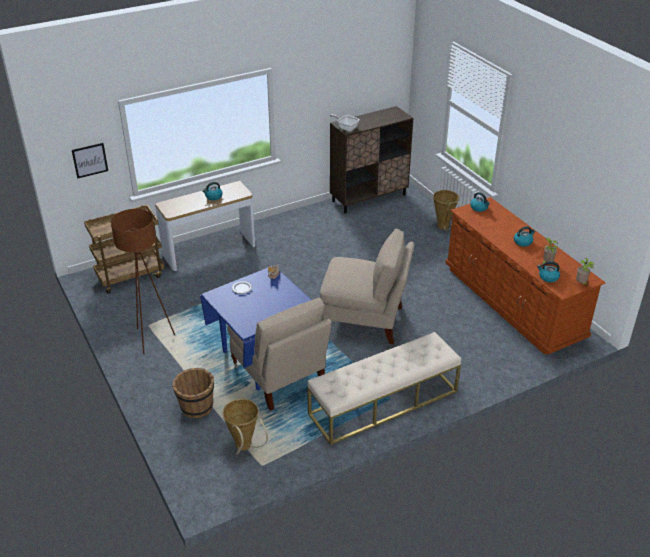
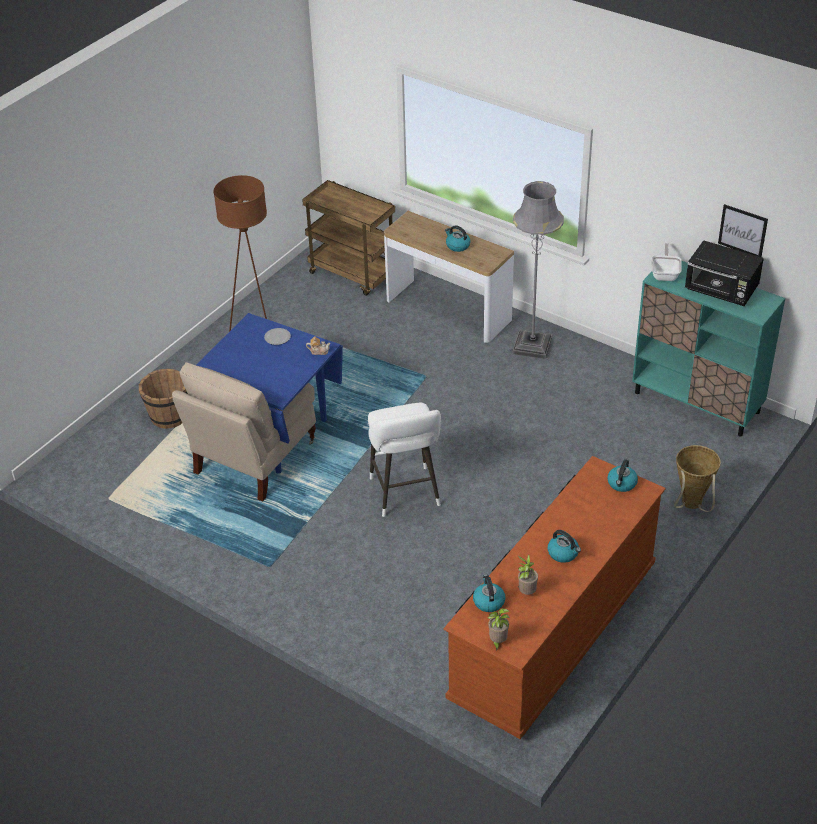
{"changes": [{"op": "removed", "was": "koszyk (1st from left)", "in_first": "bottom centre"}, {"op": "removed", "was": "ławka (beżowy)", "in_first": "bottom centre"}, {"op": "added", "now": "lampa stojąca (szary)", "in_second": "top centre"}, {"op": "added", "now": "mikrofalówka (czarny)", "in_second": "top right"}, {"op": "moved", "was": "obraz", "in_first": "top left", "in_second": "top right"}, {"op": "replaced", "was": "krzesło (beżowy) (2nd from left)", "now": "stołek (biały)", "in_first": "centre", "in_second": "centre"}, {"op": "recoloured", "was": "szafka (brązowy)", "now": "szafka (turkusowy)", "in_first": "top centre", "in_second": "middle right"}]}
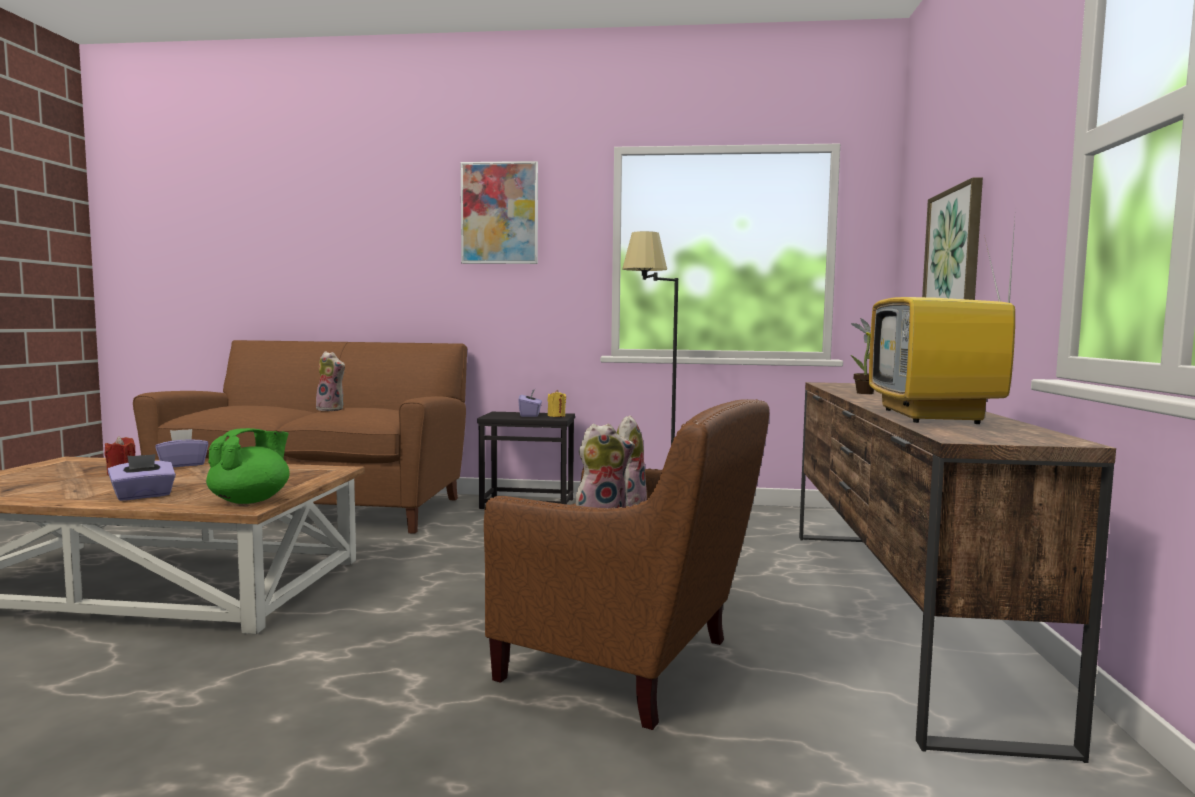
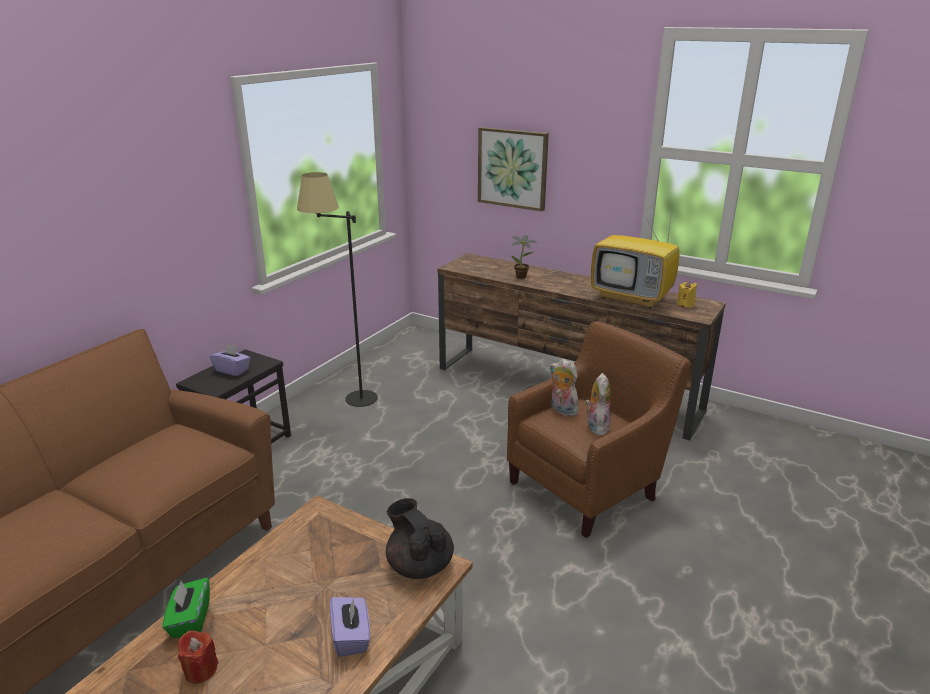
{"changes": [{"op": "removed", "was": "pluszak (1st from left)", "in_first": "middle left"}, {"op": "removed", "was": "obraz (1st from left)", "in_first": "top centre"}, {"op": "moved", "was": "świeca (żółty)", "in_first": "centre", "in_second": "middle right"}, {"op": "recoloured", "was": "pudełko chusteczek (fioletowy) (2nd from left)", "now": "pudełko chusteczek (zielony)", "in_first": "middle left", "in_second": "bottom left"}, {"op": "recoloured", "was": "imbryk (zielony)", "now": "imbryk (czarny)", "in_first": "middle left", "in_second": "bottom centre"}]}
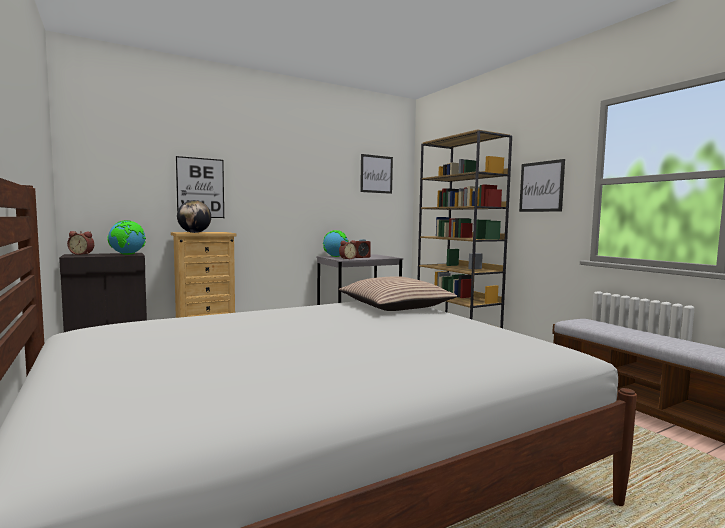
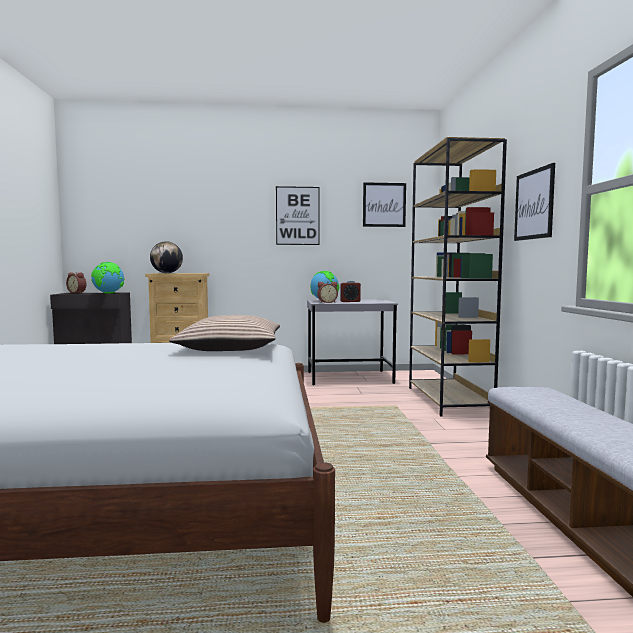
{"changes": [{"op": "moved", "was": "obraz (1st from left)", "in_first": "middle left", "in_second": "centre"}]}
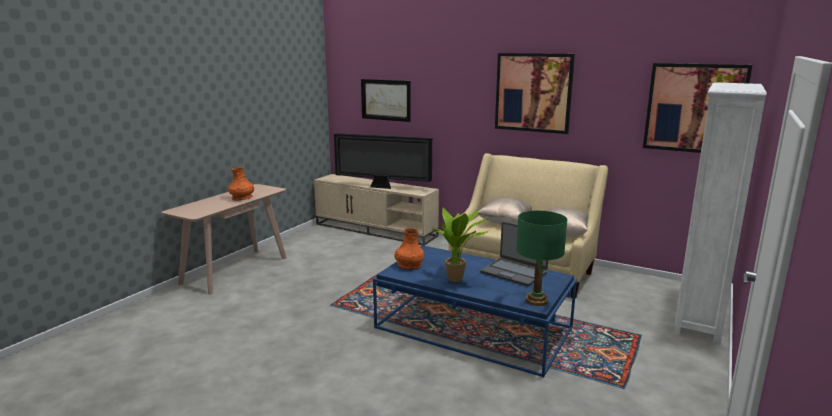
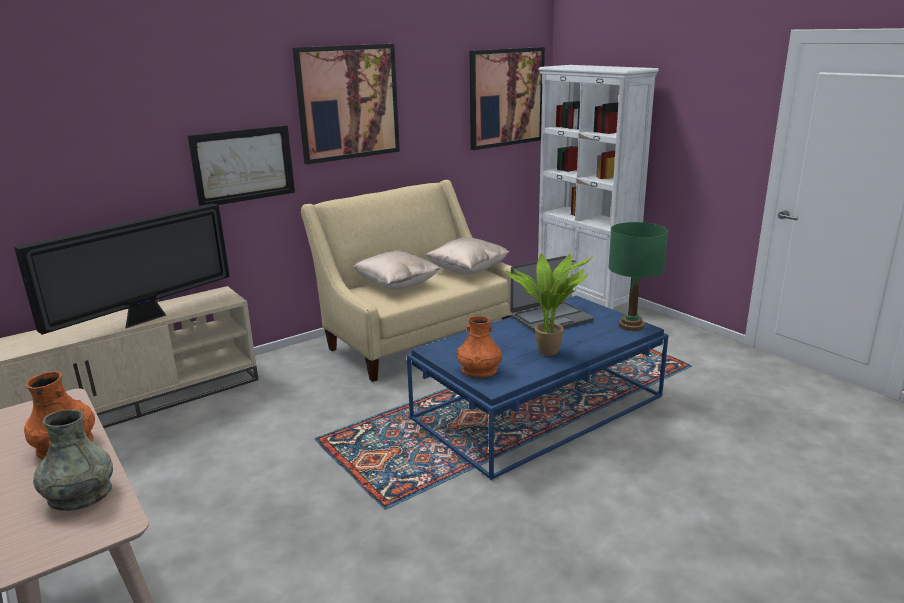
{"changes": [{"op": "added", "now": "wazon (szary)", "in_second": "bottom left"}, {"op": "moved", "was": "obraz (1st from left)", "in_first": "top centre", "in_second": "top left"}]}
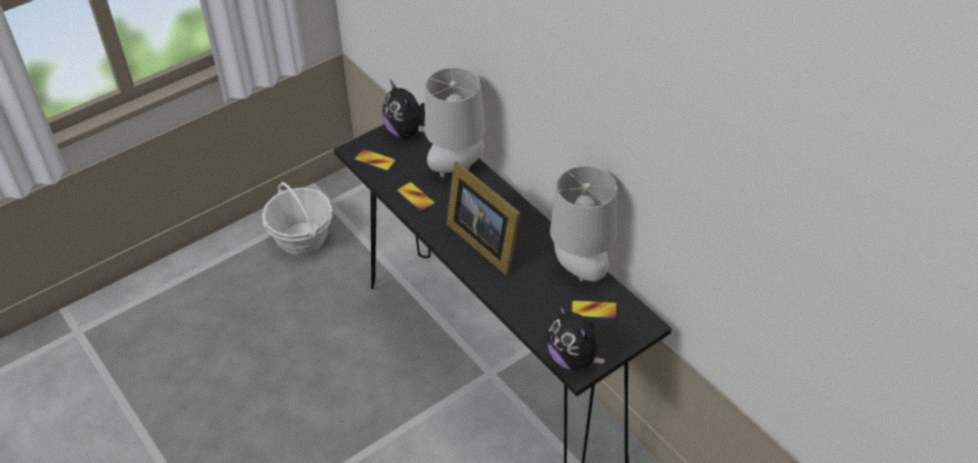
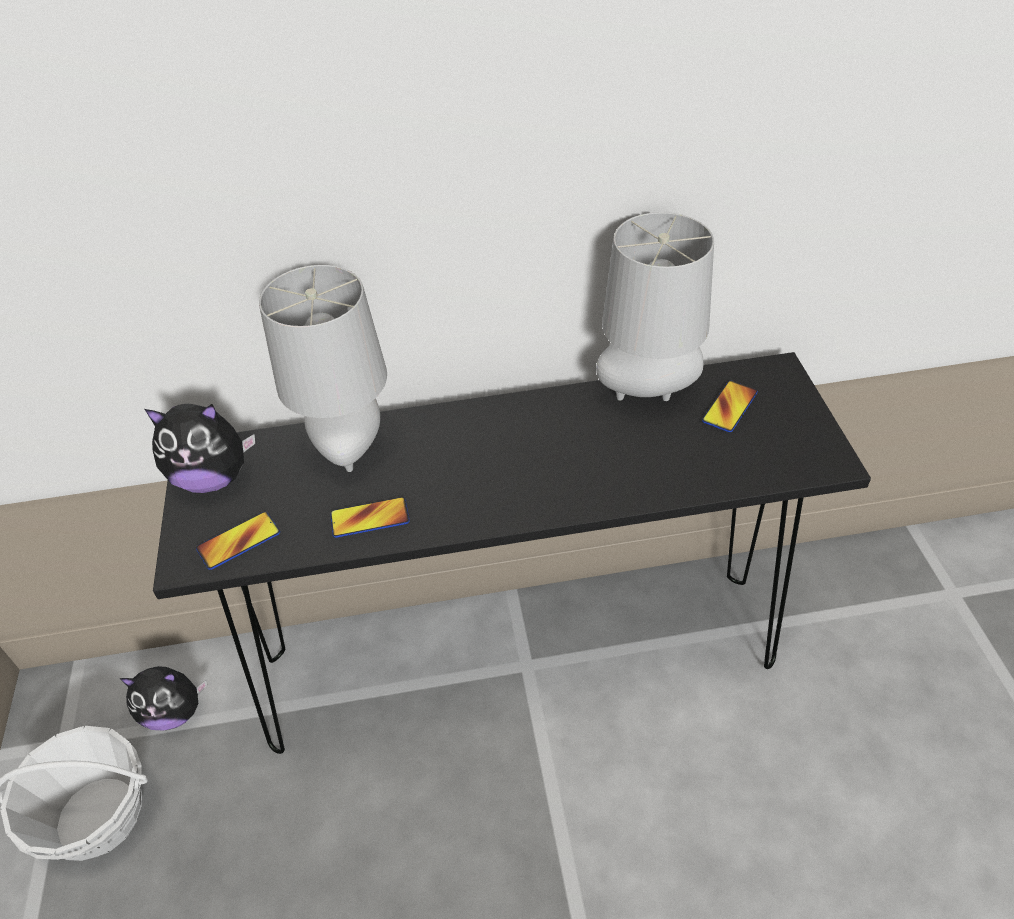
{"changes": [{"op": "removed", "was": "ramka na zdjęcie", "in_first": "centre"}, {"op": "moved", "was": "pluszak (2nd from left in the first image)", "now": "pluszak (1st from left)", "in_first": "bottom centre", "in_second": "bottom left"}]}
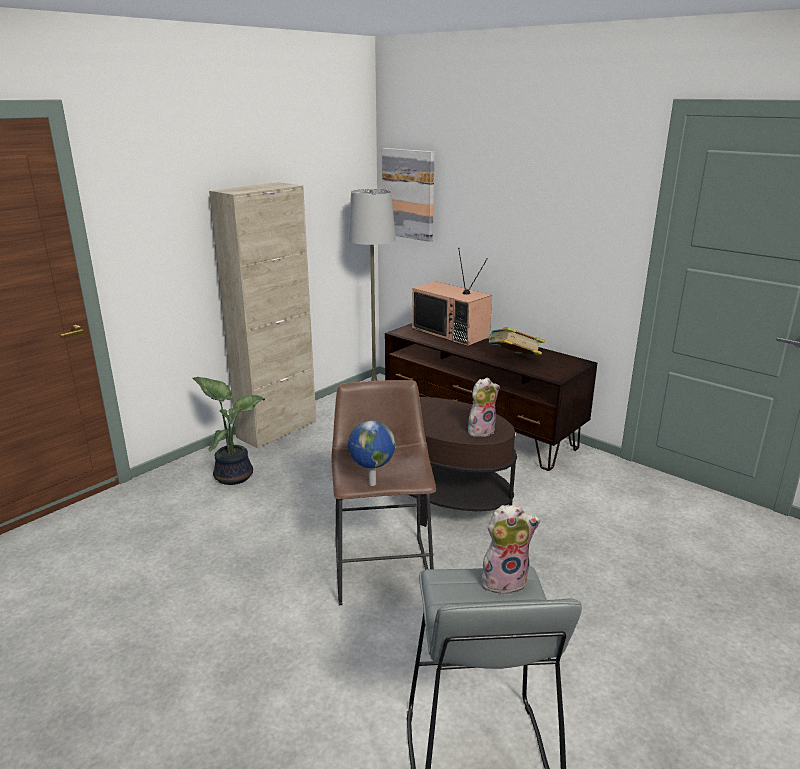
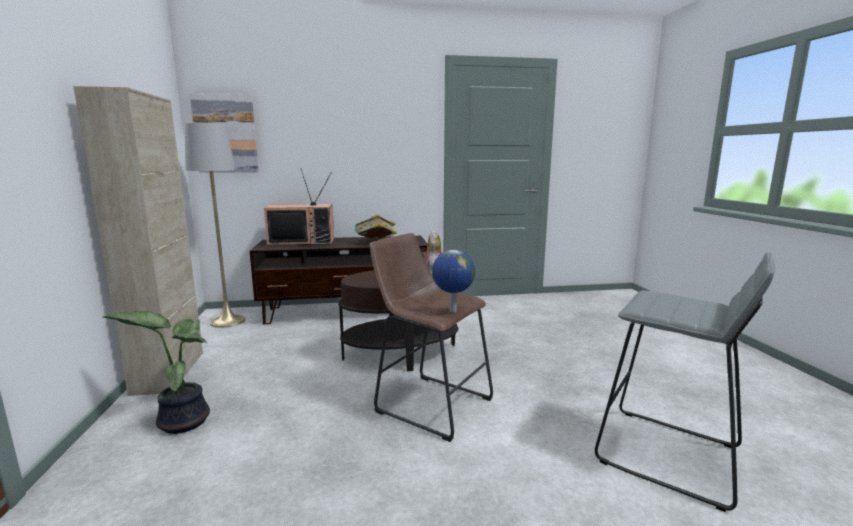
{"changes": [{"op": "removed", "was": "pluszak (2nd from left)", "in_first": "bottom centre"}]}
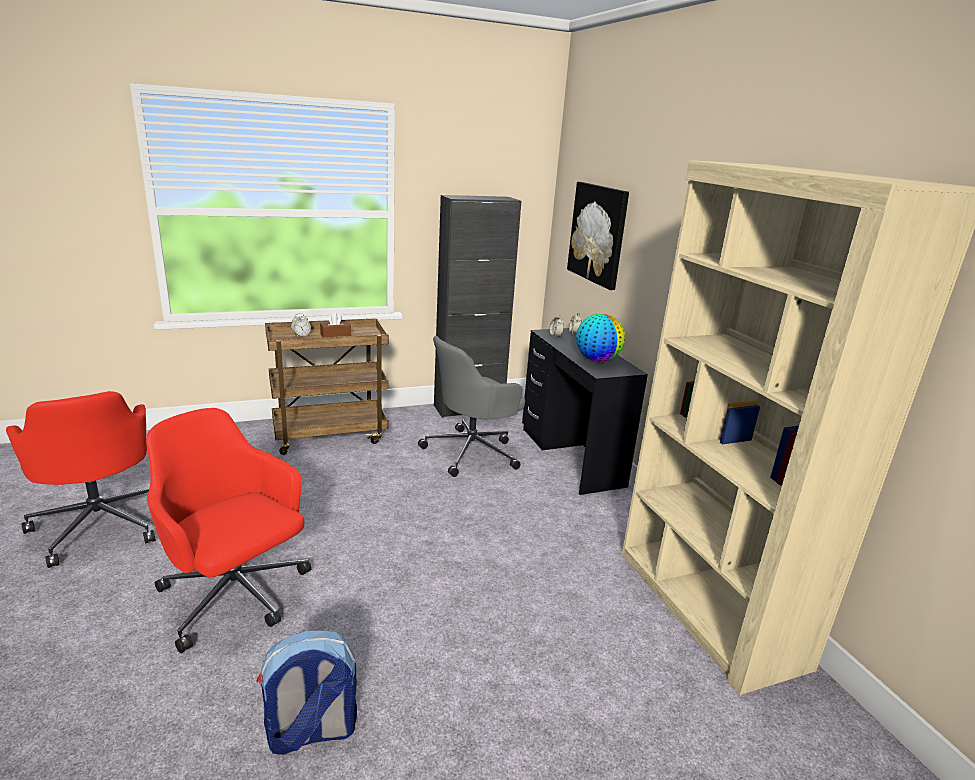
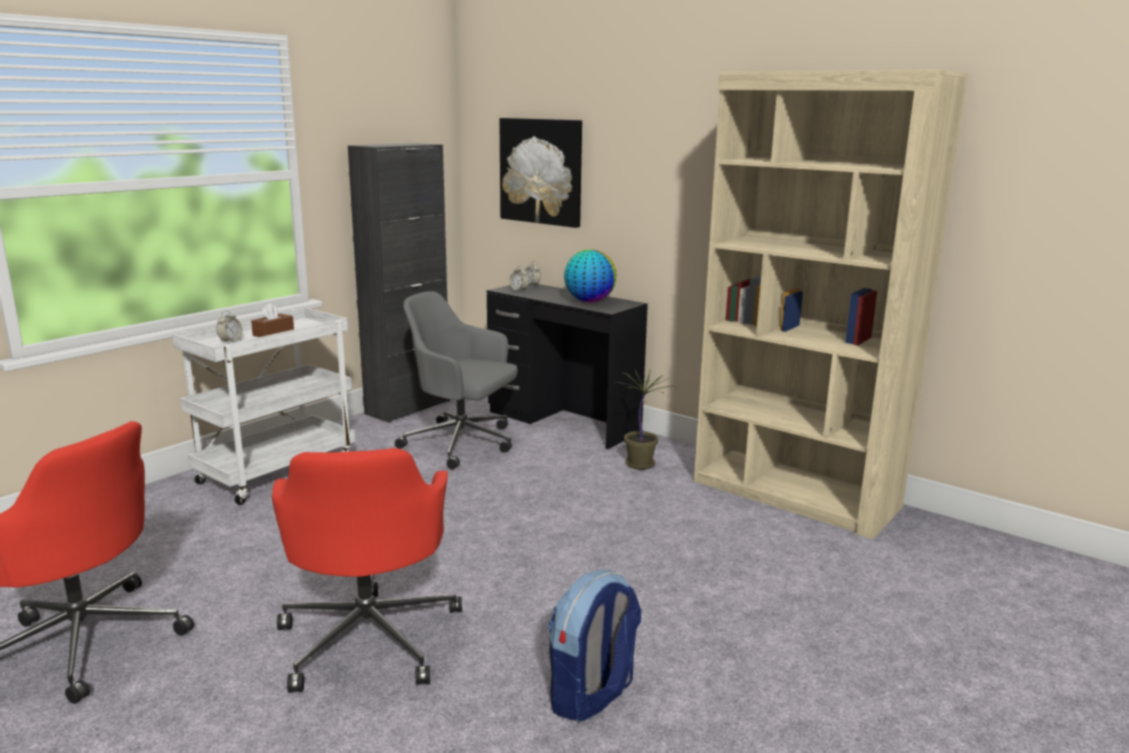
{"changes": [{"op": "added", "now": "roślina doniczkowa", "in_second": "centre"}, {"op": "recoloured", "was": "wózek (brązowy)", "now": "wózek (biały)", "in_first": "centre", "in_second": "middle left"}, {"op": "turned", "was": "krzesło biurowe (czerwony) (2nd from left)", "in_first": "bottom left", "in_second": "bottom left", "clockwise": -105}, {"op": "turned", "was": "krzesło biurowe (szary)", "in_first": "centre", "in_second": "centre", "clockwise": 90}]}
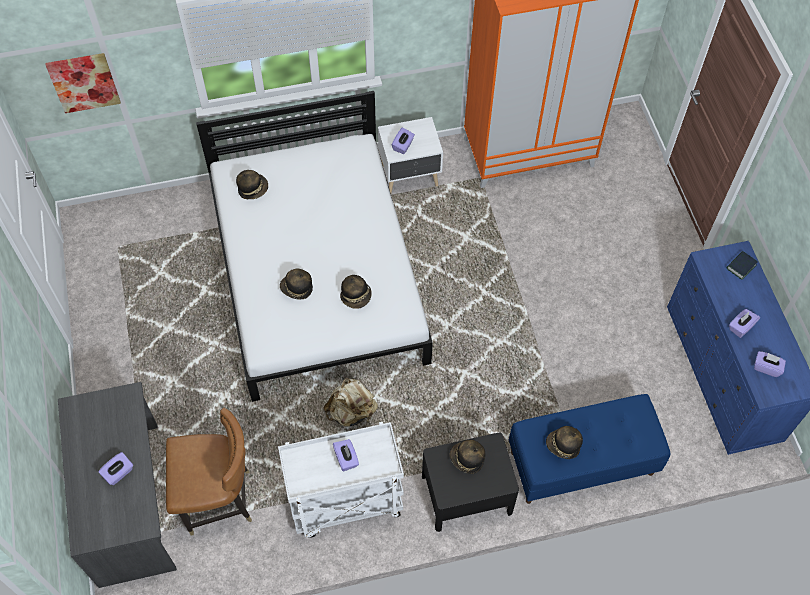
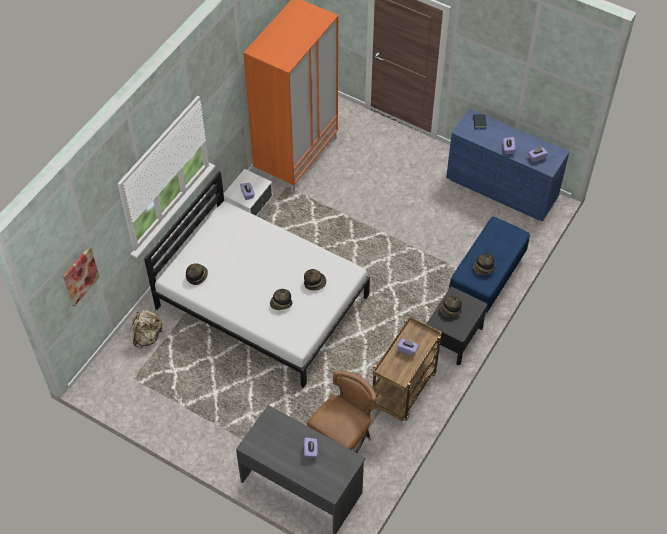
{"changes": [{"op": "moved", "was": "plecak (beżowy)", "in_first": "bottom centre", "in_second": "middle left"}, {"op": "recoloured", "was": "wózek (biały)", "now": "wózek (brązowy)", "in_first": "bottom centre", "in_second": "bottom centre"}]}
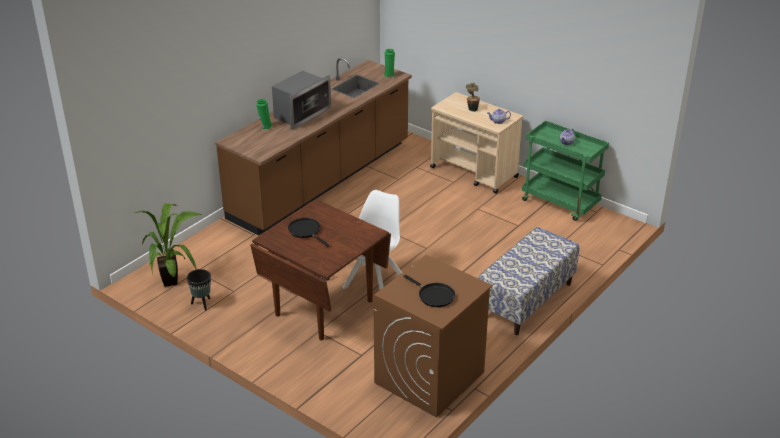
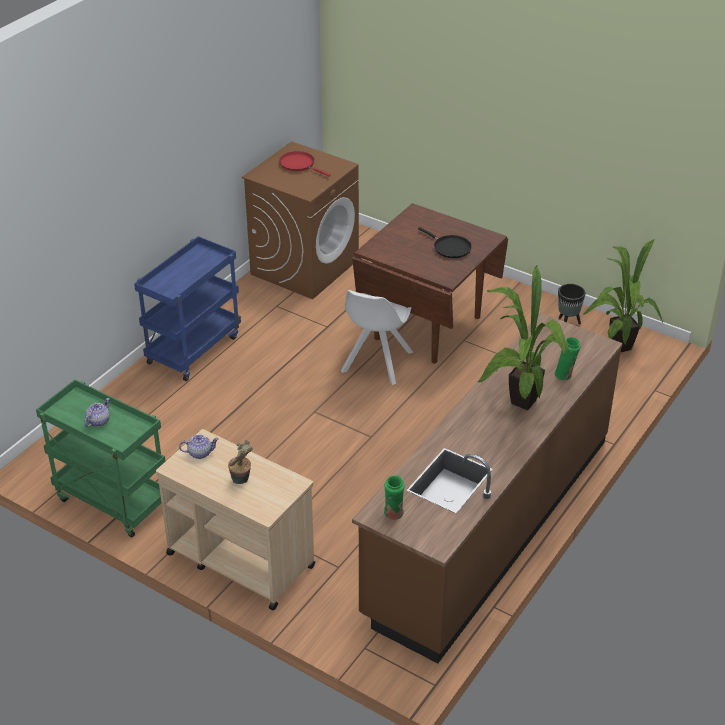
{"changes": [{"op": "replaced", "was": "mikrofalówka", "now": "roślina doniczkowa (2nd from left)", "in_first": "top centre", "in_second": "middle right"}, {"op": "replaced", "was": "ławka", "now": "wózek (niebieski)", "in_first": "middle right", "in_second": "middle left"}, {"op": "recoloured", "was": "patelnia (czarny) (2nd from left)", "now": "patelnia (czerwony)", "in_first": "centre", "in_second": "top centre"}]}
